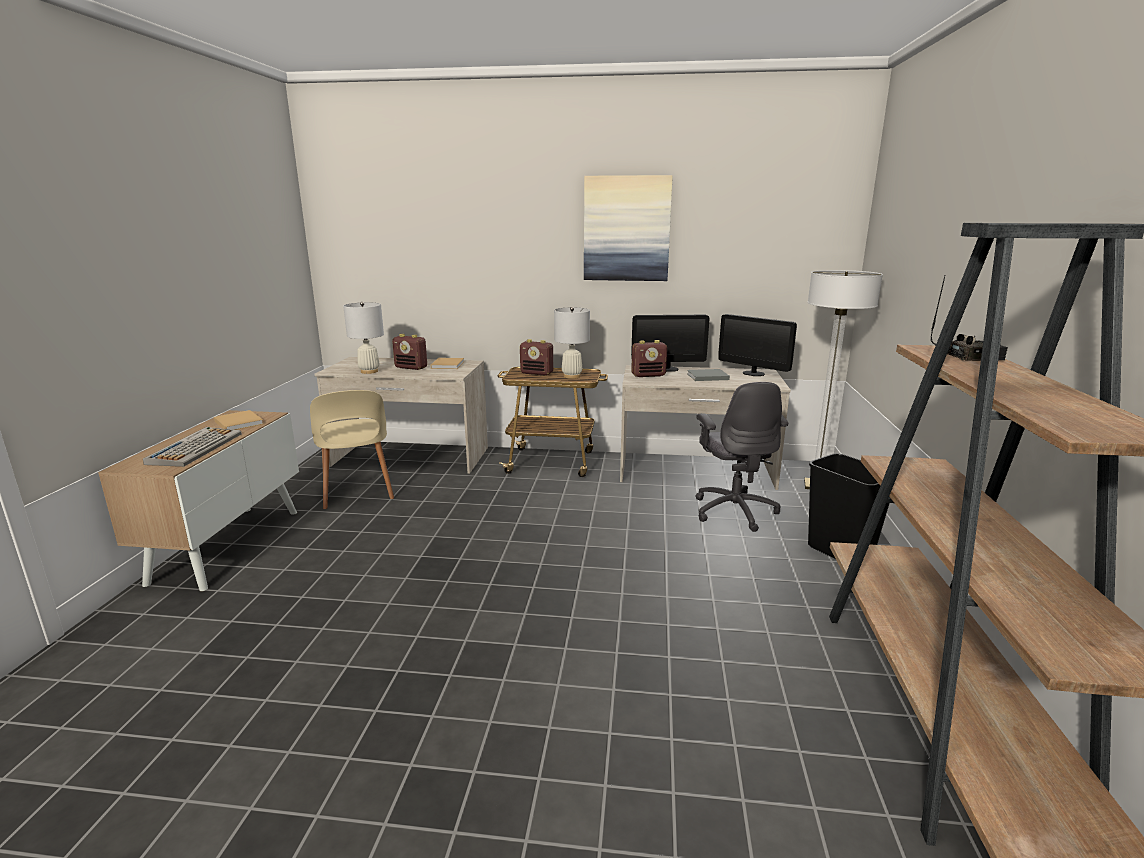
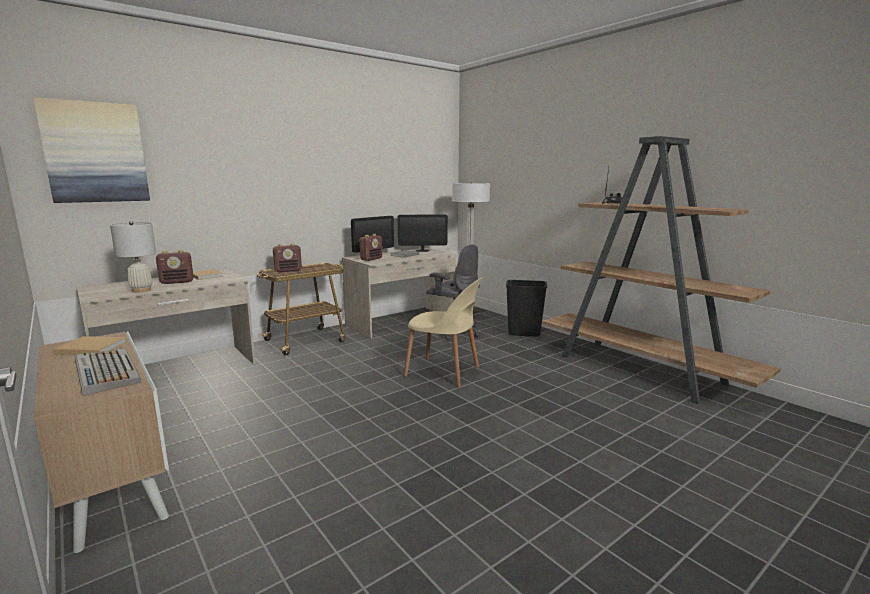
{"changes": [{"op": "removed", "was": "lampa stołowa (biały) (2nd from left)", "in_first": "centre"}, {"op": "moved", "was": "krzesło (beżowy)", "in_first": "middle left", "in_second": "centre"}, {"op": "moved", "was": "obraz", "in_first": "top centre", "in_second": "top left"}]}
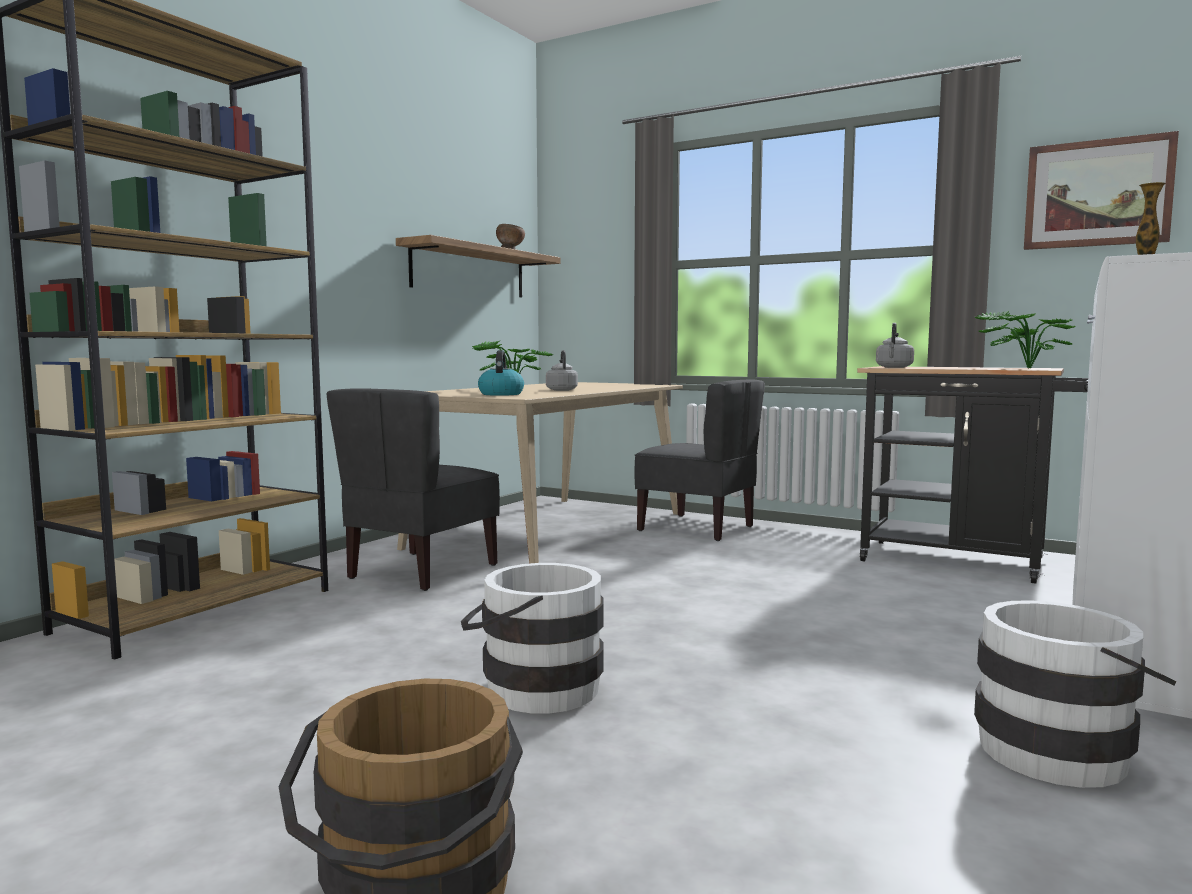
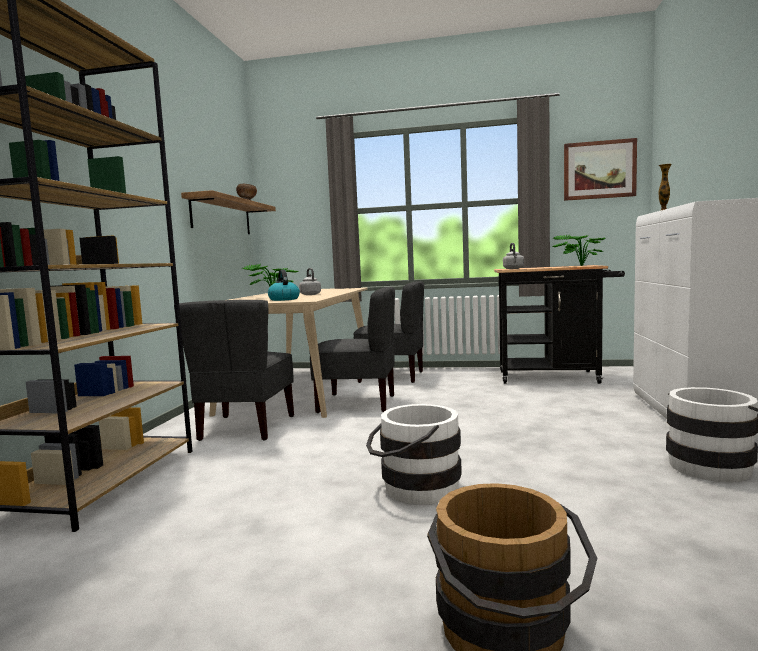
{"changes": [{"op": "added", "now": "krzesło (szary) (2nd from left)", "in_second": "centre"}]}
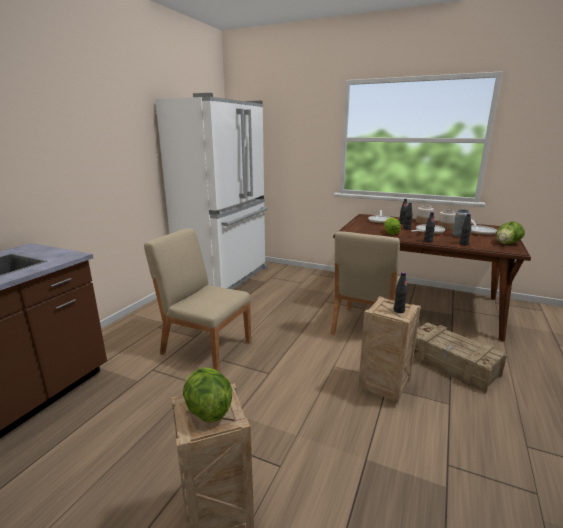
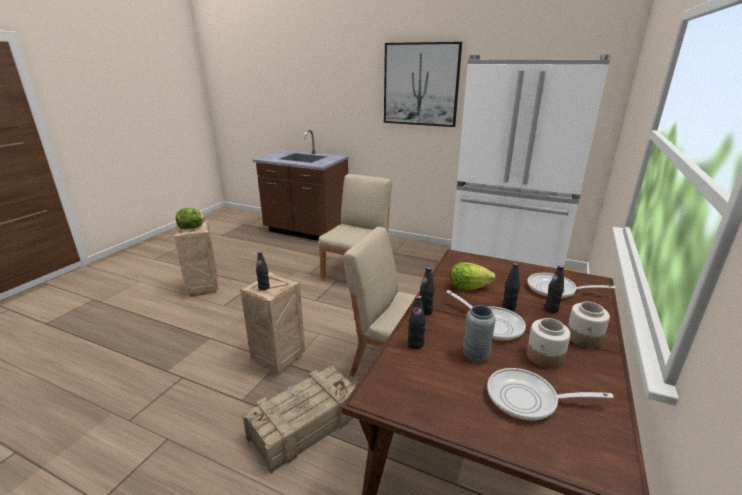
{"changes": [{"op": "removed", "was": "sałata (3rd from left)", "in_first": "middle right"}, {"op": "added", "now": "obraz", "in_second": "top centre"}]}
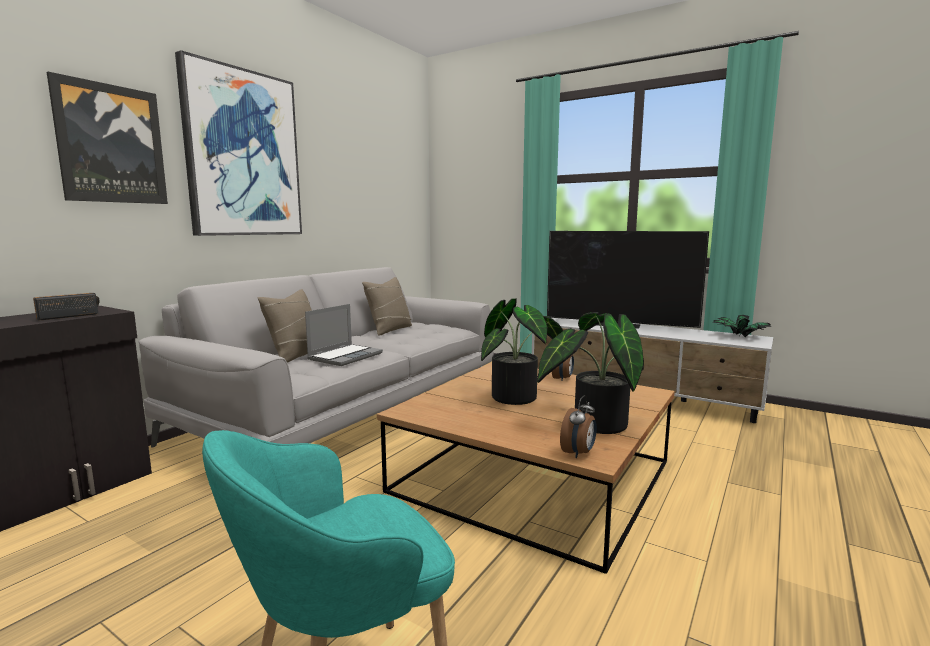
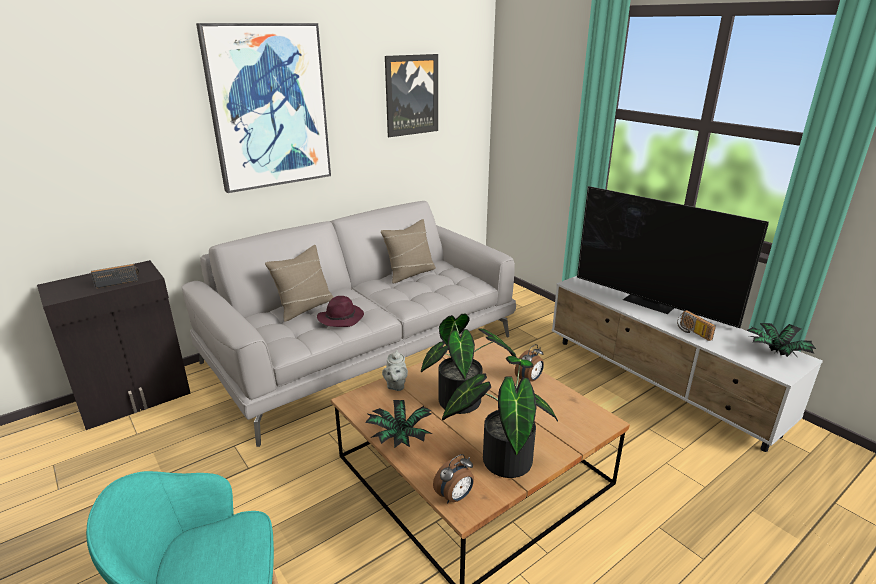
{"changes": [{"op": "added", "now": "roślina doniczkowa (1st from left)", "in_second": "bottom centre"}, {"op": "added", "now": "imbryk (szary)", "in_second": "centre"}, {"op": "added", "now": "radio (2nd from left)", "in_second": "middle right"}, {"op": "moved", "was": "obraz (1st from left in the first image)", "now": "obraz (2nd from left)", "in_first": "top left", "in_second": "top centre"}, {"op": "replaced", "was": "laptop", "now": "kapelusz (fioletowy)", "in_first": "centre", "in_second": "centre"}]}
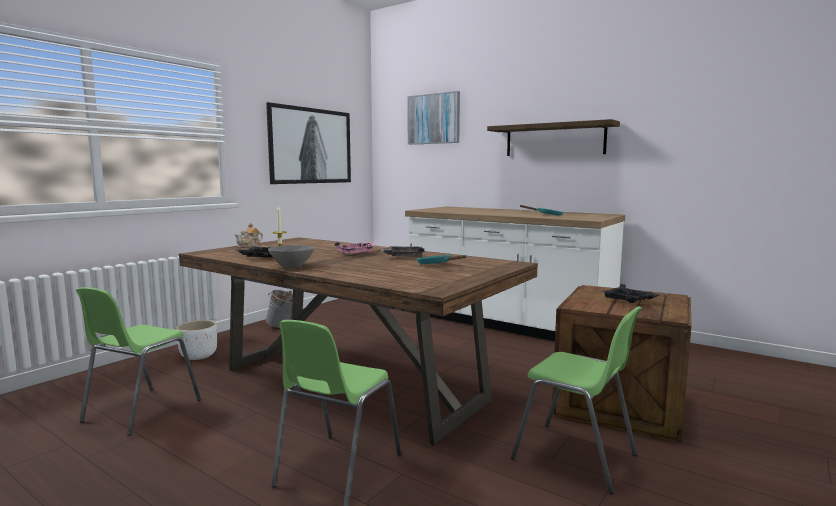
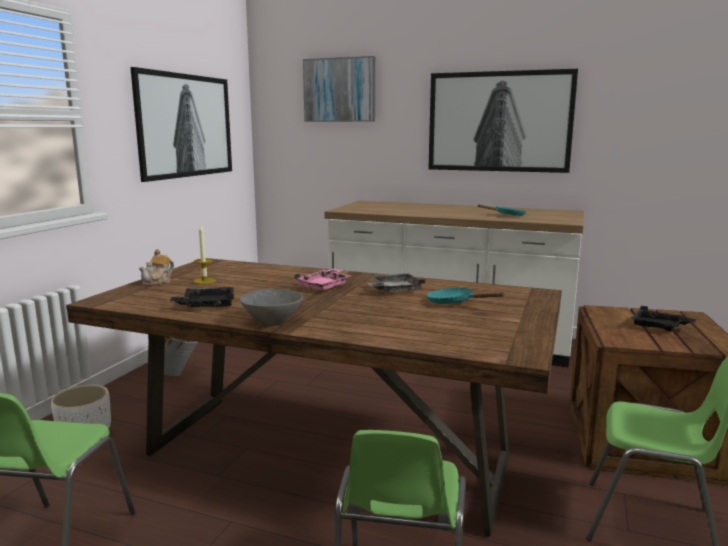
{"changes": [{"op": "replaced", "was": "półka", "now": "obraz (3rd from left)", "in_first": "top centre", "in_second": "top right"}]}
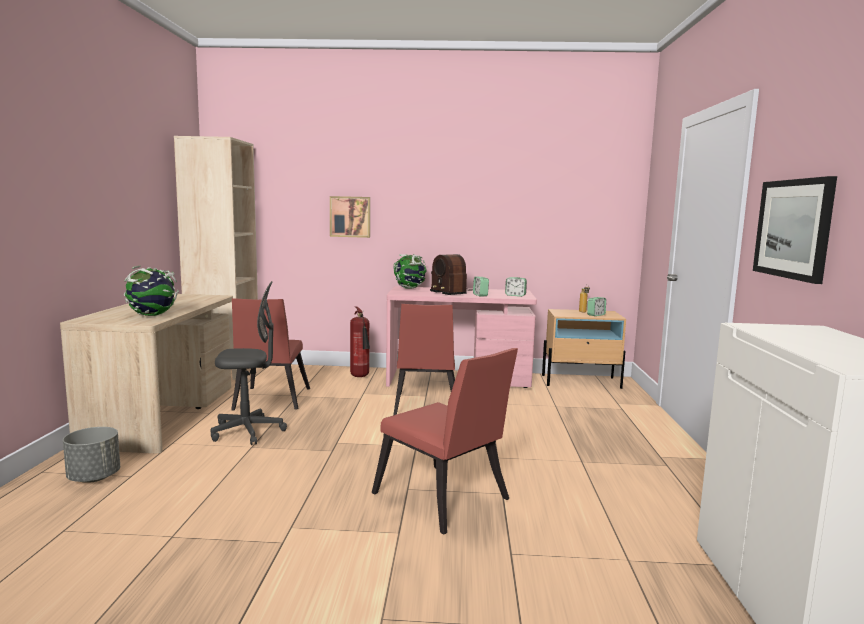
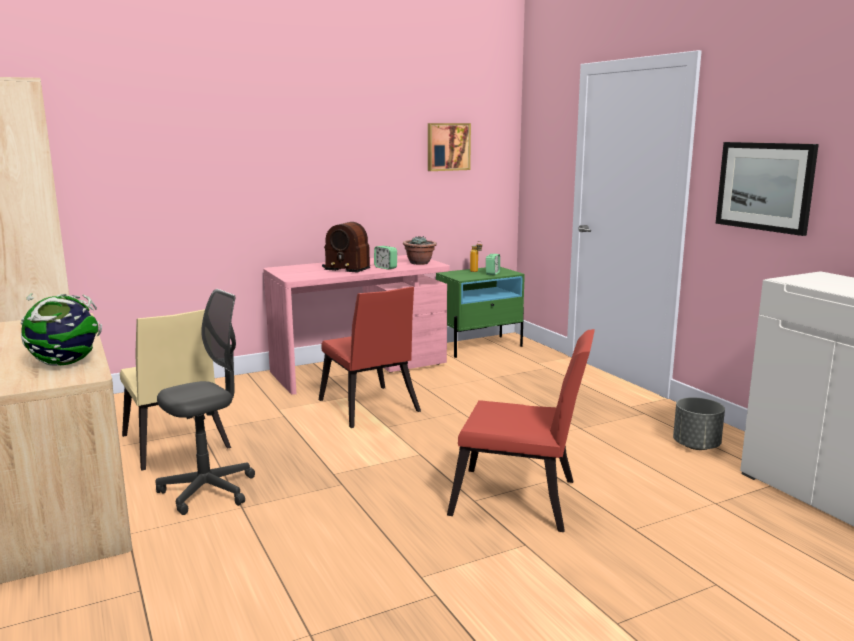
{"changes": [{"op": "removed", "was": "gaśnica", "in_first": "centre"}, {"op": "removed", "was": "globus (2nd from left)", "in_first": "centre"}, {"op": "moved", "was": "donica (szary)", "in_first": "bottom left", "in_second": "middle right"}, {"op": "moved", "was": "obraz (1st from left)", "in_first": "centre", "in_second": "top centre"}, {"op": "replaced", "was": "budzik (2nd from left)", "now": "roślina doniczkowa", "in_first": "centre", "in_second": "centre"}, {"op": "recoloured", "was": "krzesło (czerwony) (1st from left)", "now": "krzesło (beżowy)", "in_first": "middle left", "in_second": "middle left"}, {"op": "recoloured", "was": "szafka nocna (beżowy)", "now": "szafka nocna (zielony)", "in_first": "middle right", "in_second": "centre"}]}
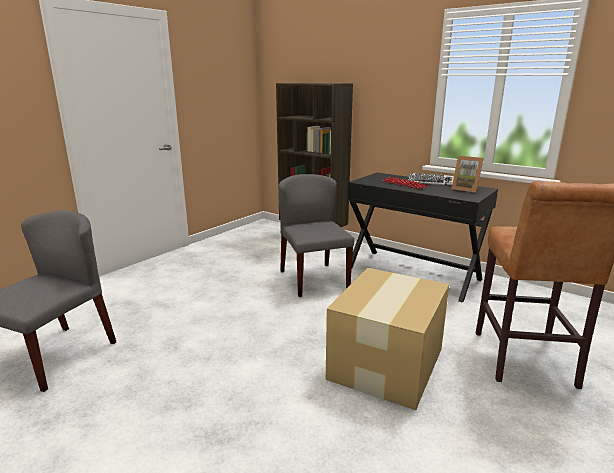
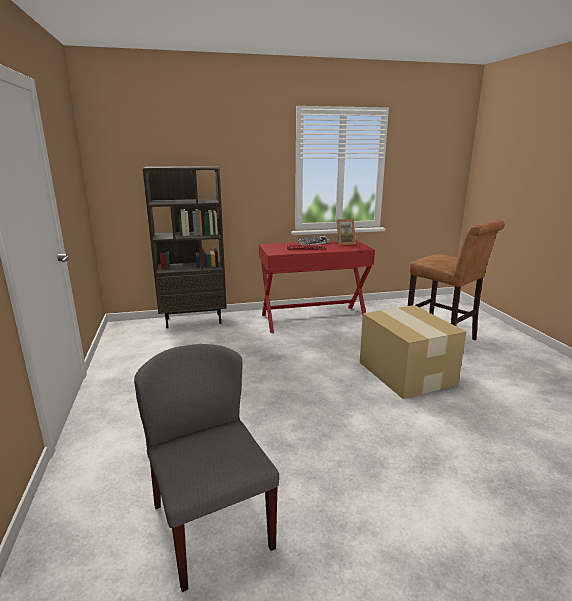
{"changes": [{"op": "removed", "was": "krzesło (szary) (2nd from left)", "in_first": "centre"}, {"op": "recoloured", "was": "biurko (czarny)", "now": "biurko (czerwony)", "in_first": "middle right", "in_second": "centre"}]}
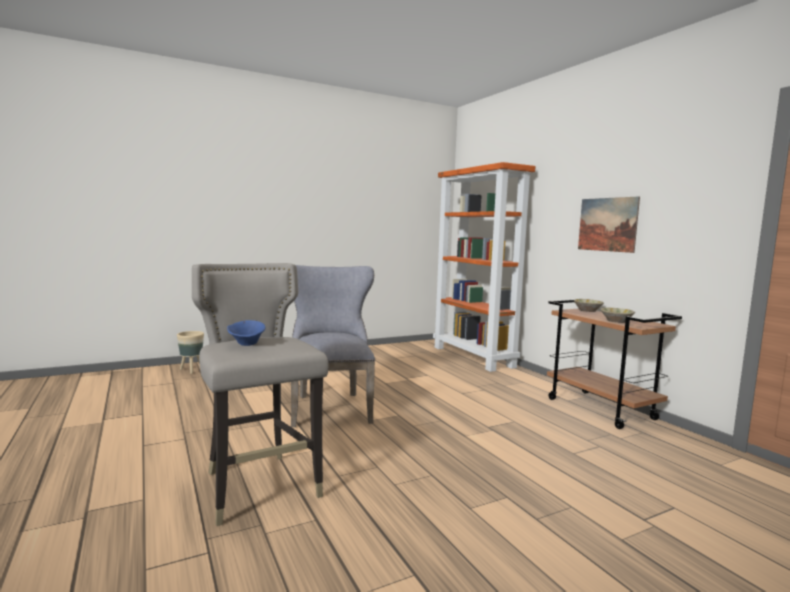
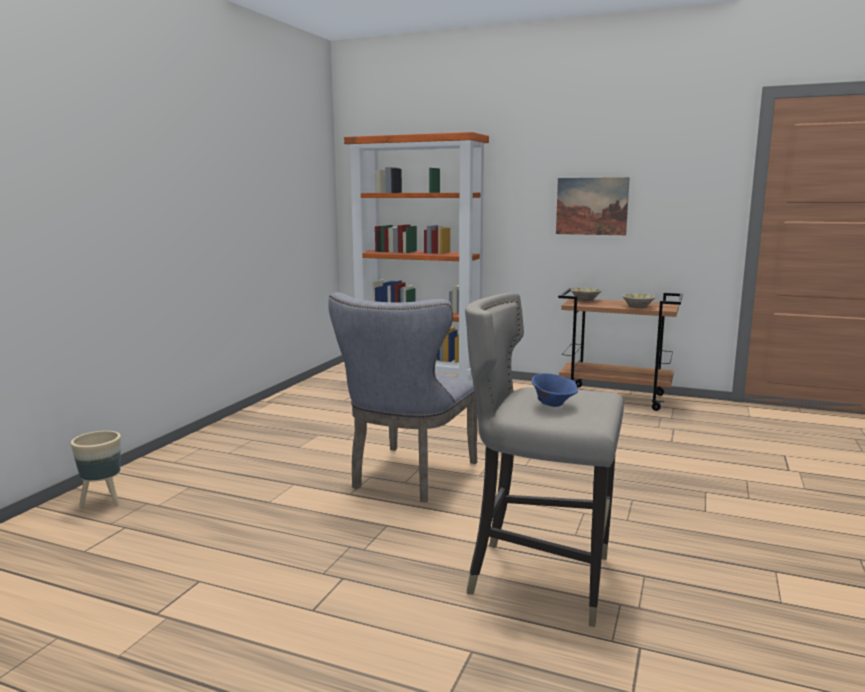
{"changes": [{"op": "turned", "was": "krzesło (szary)", "in_first": "centre", "in_second": "centre", "clockwise": -105}]}
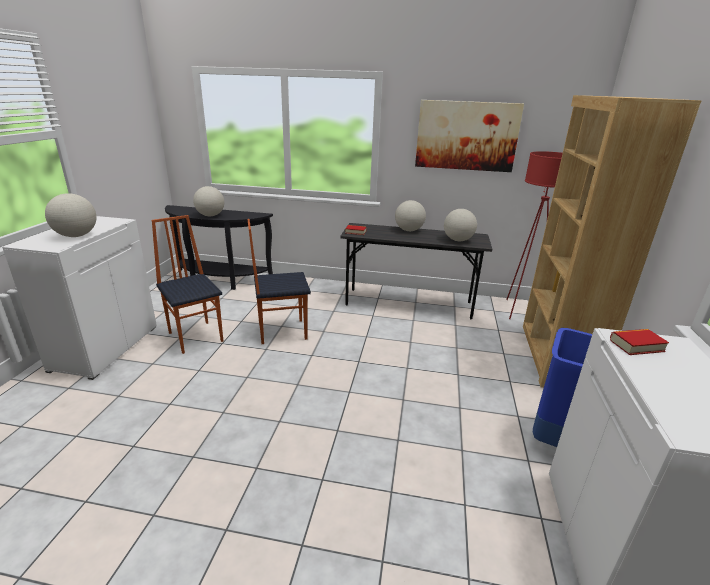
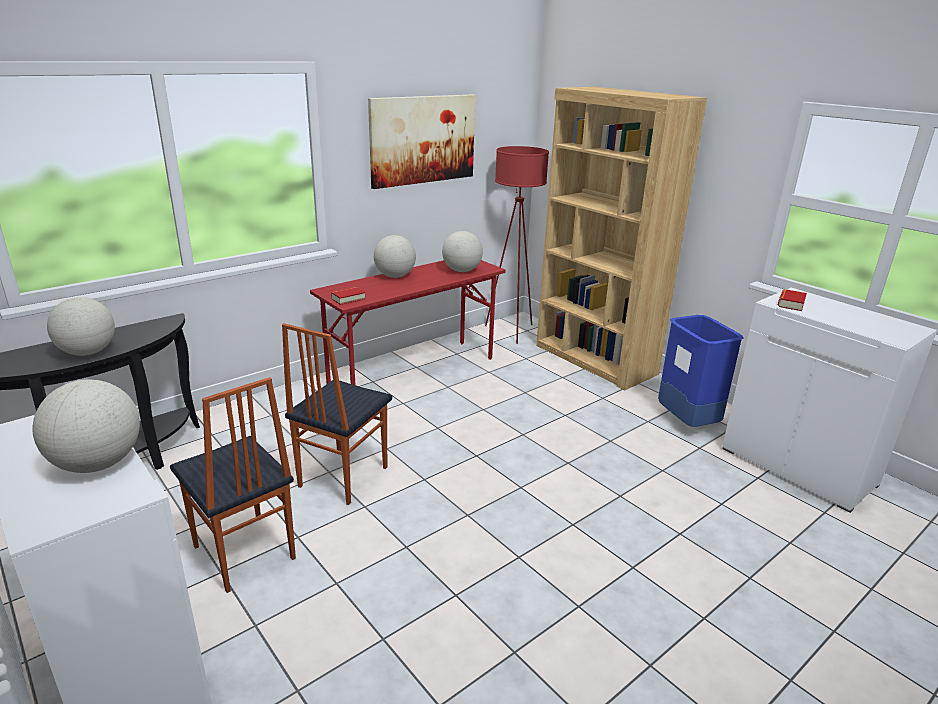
{"changes": [{"op": "recoloured", "was": "biurko (szary)", "now": "biurko (czerwony)", "in_first": "centre", "in_second": "centre"}, {"op": "turned", "was": "krzesło (1st from left)", "in_first": "middle left", "in_second": "bottom left", "clockwise": -135}]}
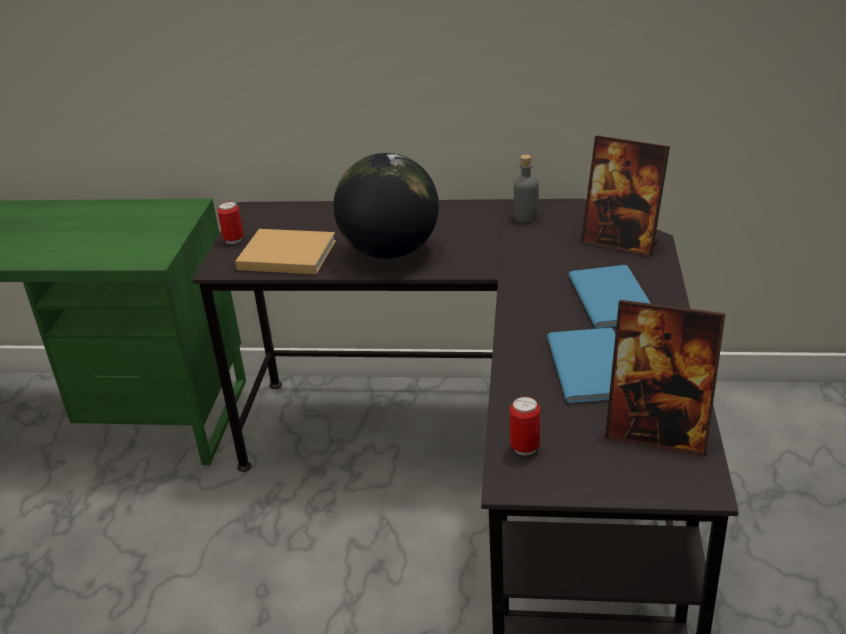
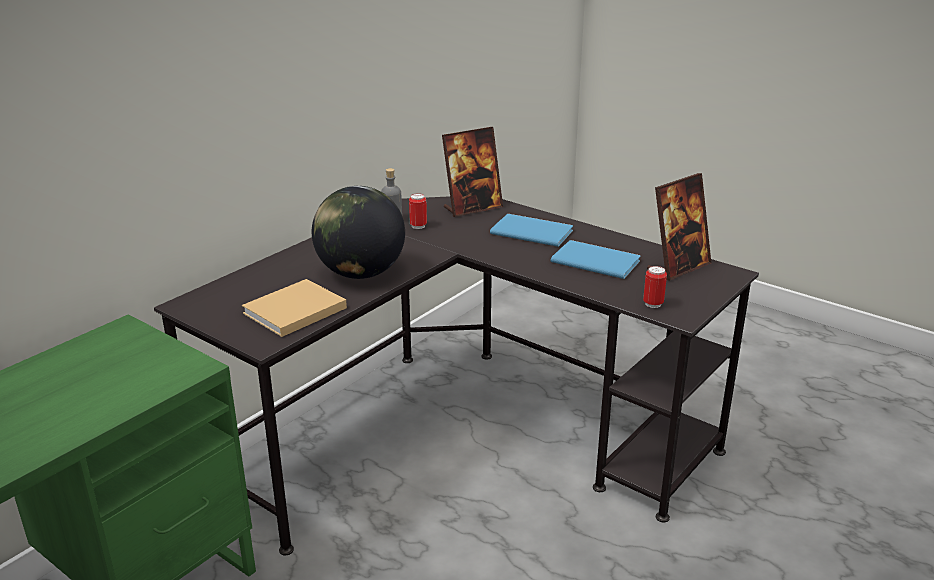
{"changes": [{"op": "moved", "was": "puszka (1st from left)", "in_first": "middle left", "in_second": "centre"}]}
